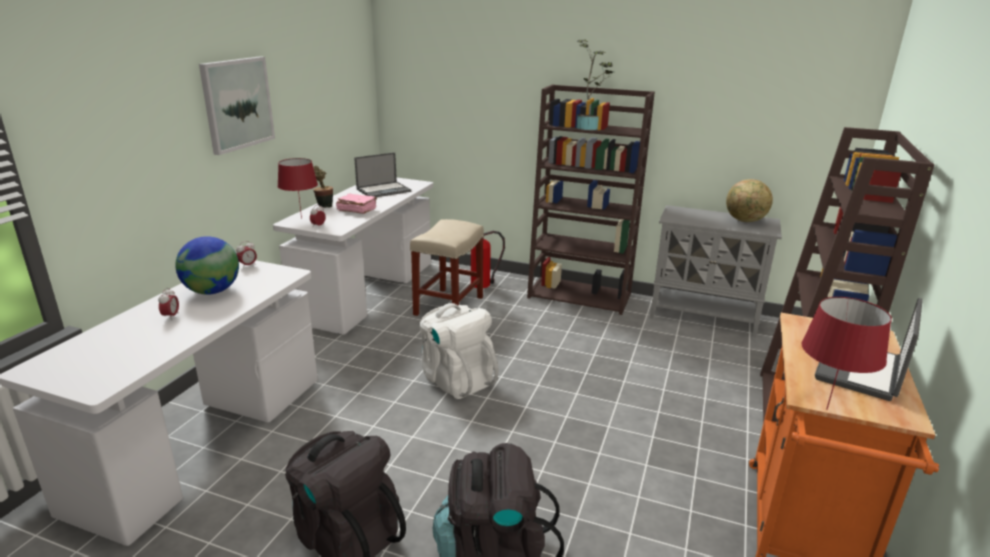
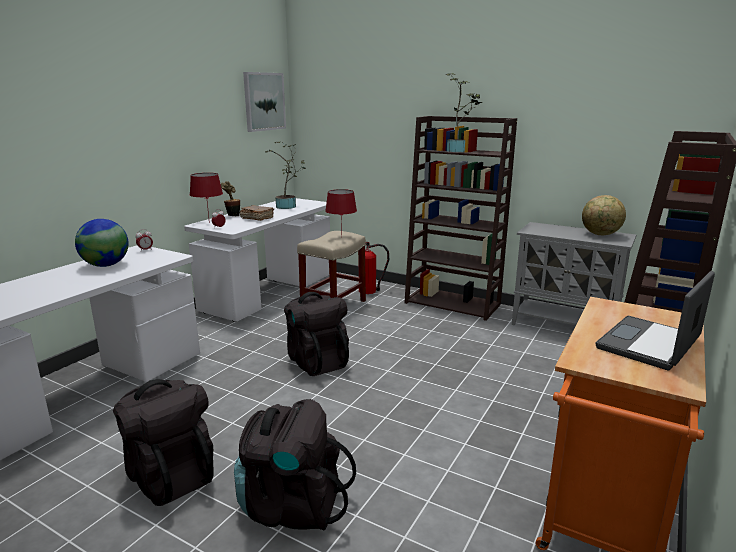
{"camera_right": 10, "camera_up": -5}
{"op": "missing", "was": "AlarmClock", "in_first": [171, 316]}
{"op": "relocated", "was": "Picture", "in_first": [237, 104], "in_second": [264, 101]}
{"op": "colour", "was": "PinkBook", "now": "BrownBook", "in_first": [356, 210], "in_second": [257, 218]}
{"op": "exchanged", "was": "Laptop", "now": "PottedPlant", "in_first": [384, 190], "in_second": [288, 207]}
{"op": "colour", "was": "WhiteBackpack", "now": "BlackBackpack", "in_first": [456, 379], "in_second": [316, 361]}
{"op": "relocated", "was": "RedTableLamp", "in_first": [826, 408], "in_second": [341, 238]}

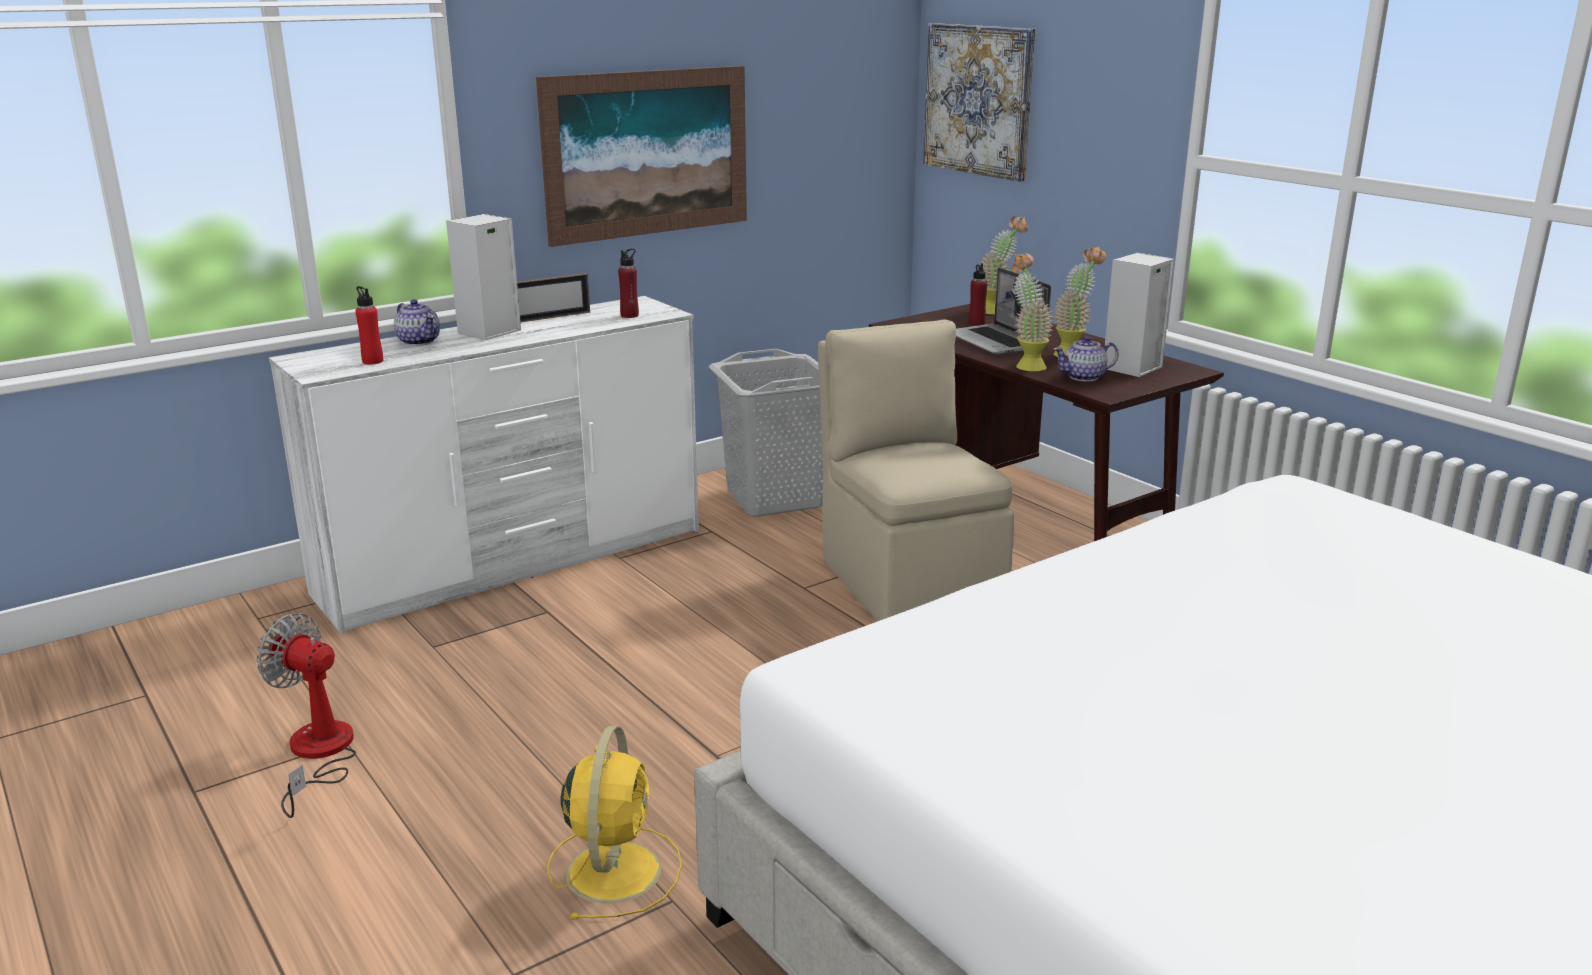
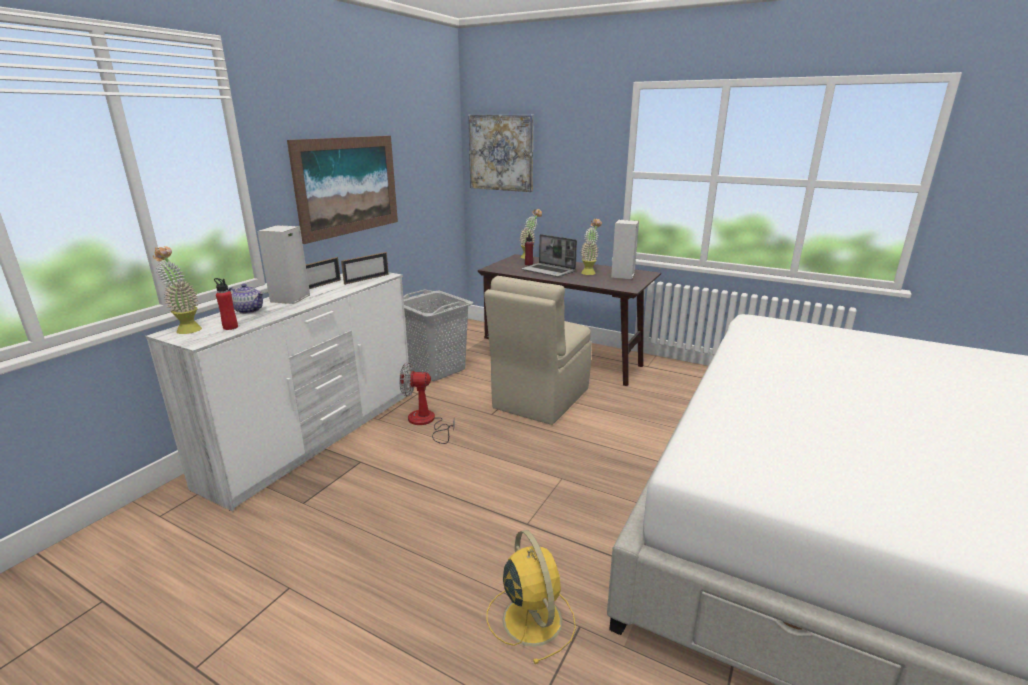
{"camera_right": -25, "camera_up": 0}
{"op": "relocated", "was": "Fan", "in_first": [318, 755], "in_second": [426, 422]}
{"op": "exchanged", "was": "RedBottle", "now": "PictureFrame", "in_first": [629, 315], "in_second": [366, 279]}
{"op": "spun", "was": "BeigeChair", "in_first": [909, 582], "in_second": [539, 399], "clockwise": -105}
{"op": "relocated", "was": "PottedPlant", "in_first": [1025, 365], "in_second": [185, 329]}
{"op": "missing", "was": "Teapot", "in_first": [1084, 377]}

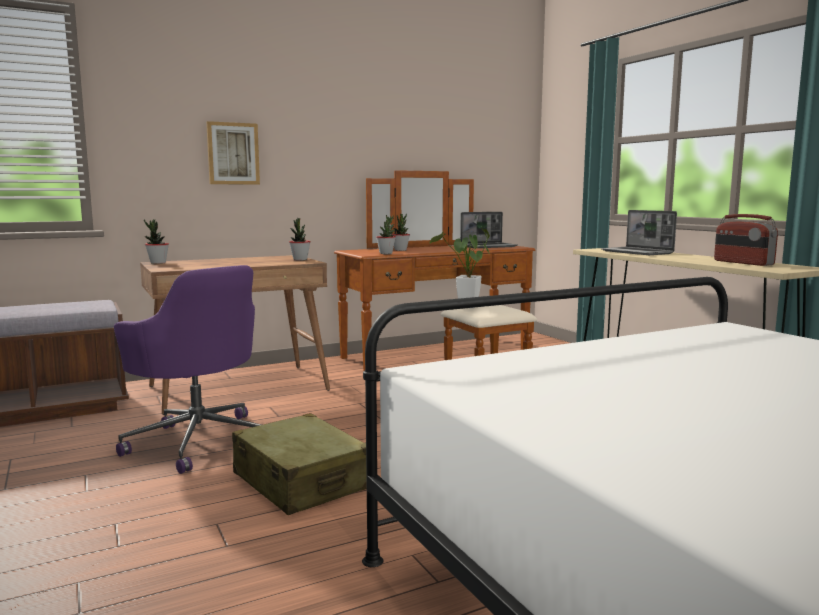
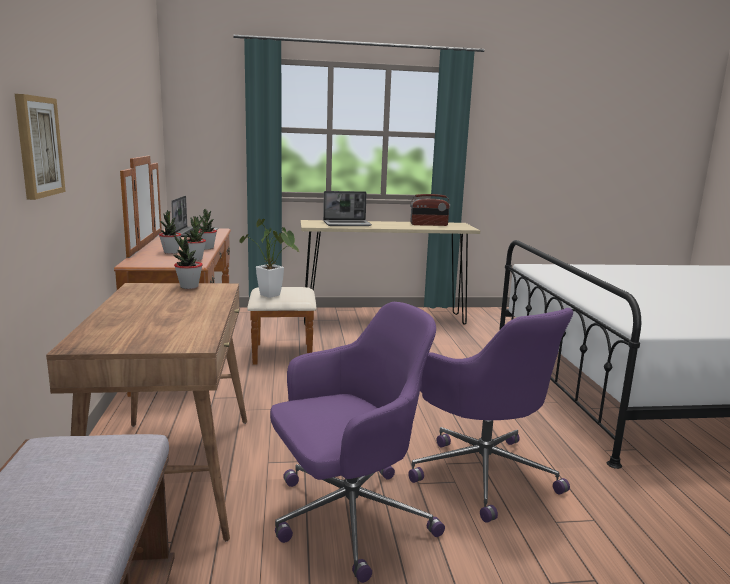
{"camera_right": -70, "camera_up": 5}
{"op": "relocated", "was": "PottedPlant", "in_first": [158, 263], "in_second": [207, 248]}
{"op": "exchanged", "was": "BeigeSuitcase", "now": "PurpleOfficeChair", "in_first": [301, 482], "in_second": [482, 472]}

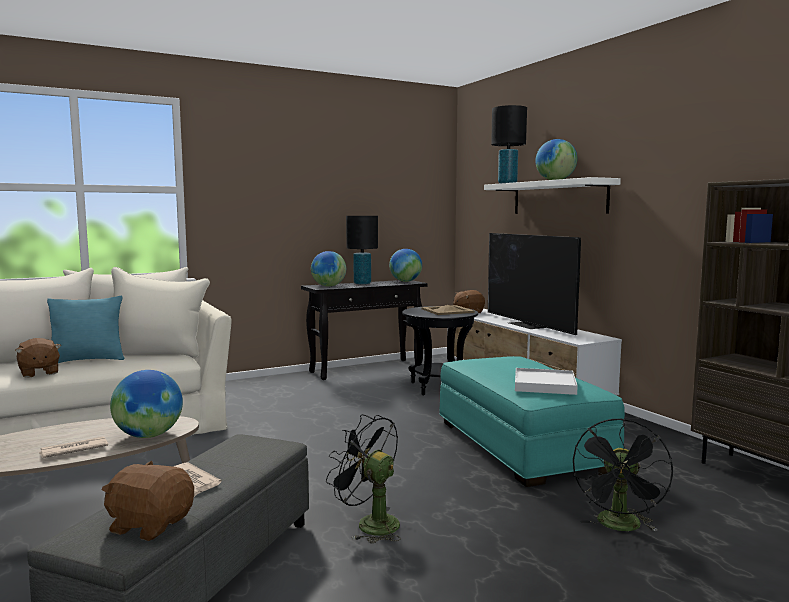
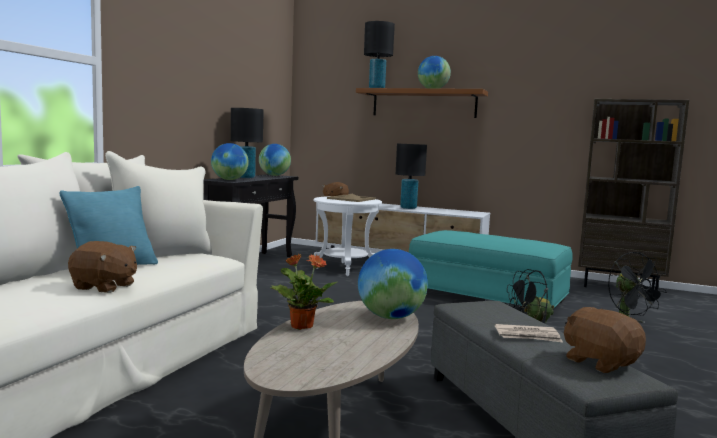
{"camera_right": -40, "camera_up": 0}
{"op": "missing", "was": "Newspaper", "in_first": [73, 450]}
{"op": "spun", "was": "BrownPlushToy", "in_first": [150, 525], "in_second": [600, 362], "clockwise": 75}
{"op": "colour", "was": "BlackSideTable", "now": "WhiteSideTable", "in_first": [439, 387], "in_second": [345, 269]}
{"op": "colour", "was": "WhiteShelf", "now": "BrownShelf", "in_first": [558, 197], "in_second": [424, 103]}
{"op": "exchanged", "was": "Television", "now": "BlackTableLamp", "in_first": [528, 325], "in_second": [408, 208]}
{"op": "missing", "was": "WhiteTray", "in_first": [544, 385]}
{"op": "appeared", "now": "PottedPlant", "in_second": [301, 326]}

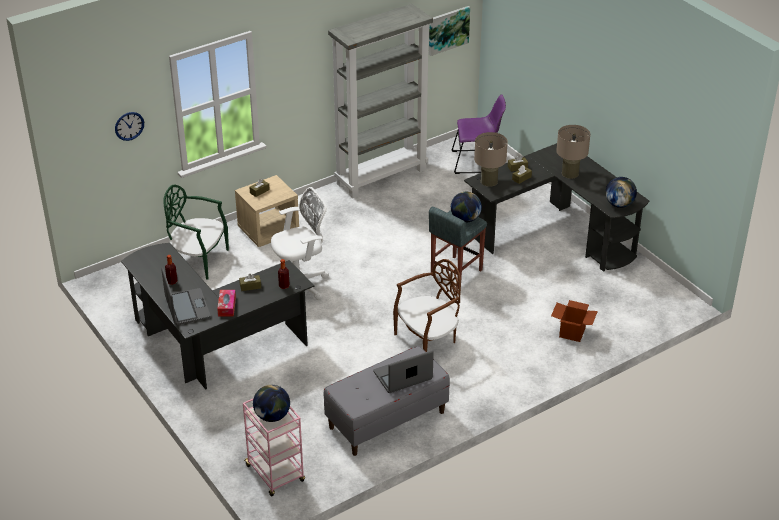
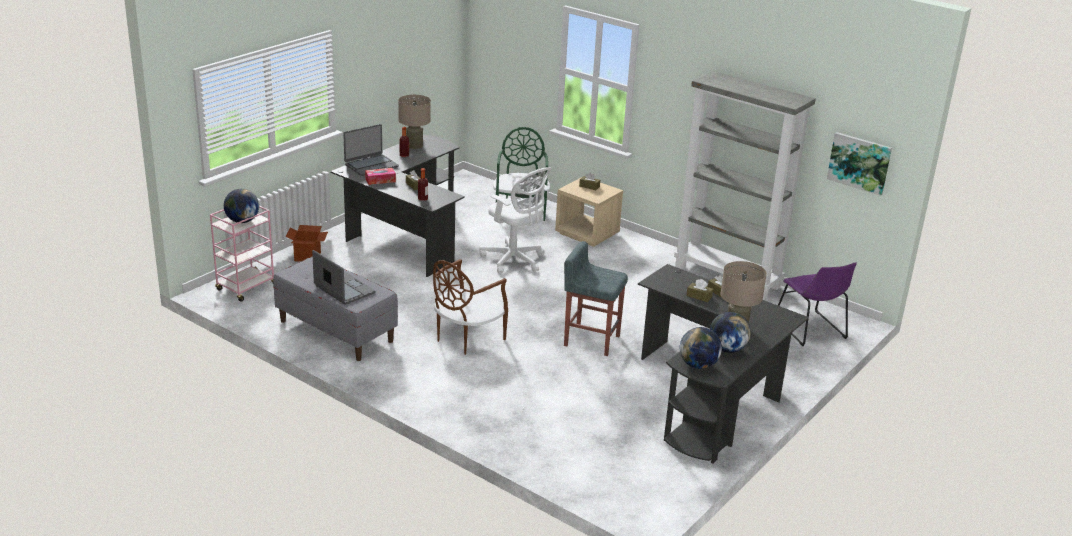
{"camera_right": 70, "camera_up": -10}
{"op": "missing", "was": "WallClock", "in_first": [129, 126]}
{"op": "spun", "was": "BrownChair", "in_first": [428, 341], "in_second": [466, 338], "clockwise": 90}
{"op": "relocated", "was": "Globe", "in_first": [465, 219], "in_second": [727, 349]}
{"op": "relocated", "was": "BeigeTableLamp", "in_first": [489, 181], "in_second": [414, 145]}
{"op": "relocated", "was": "CardboardBox", "in_first": [572, 332], "in_second": [307, 257]}

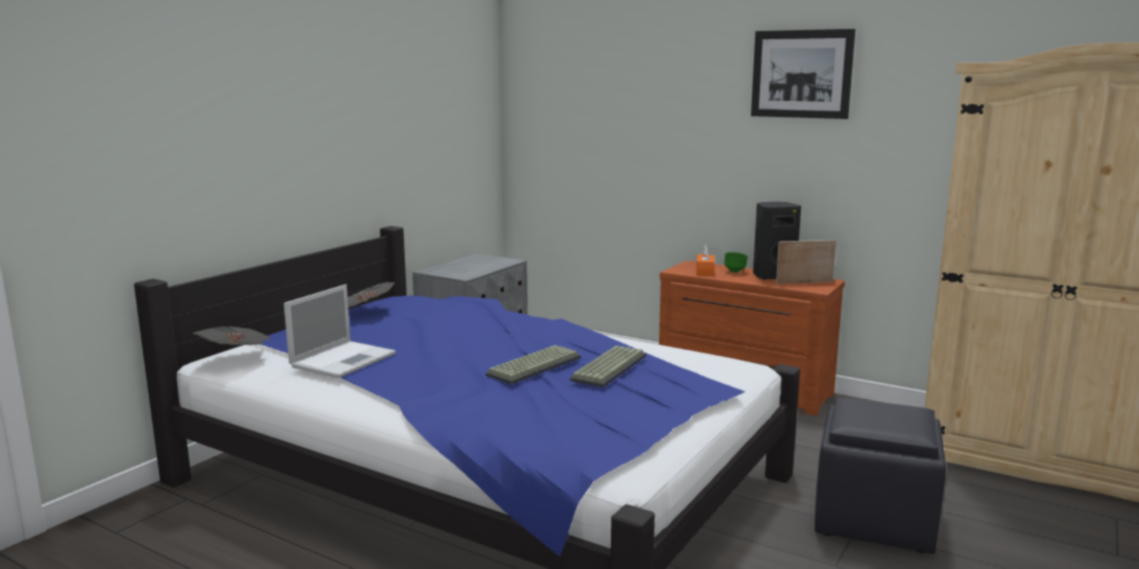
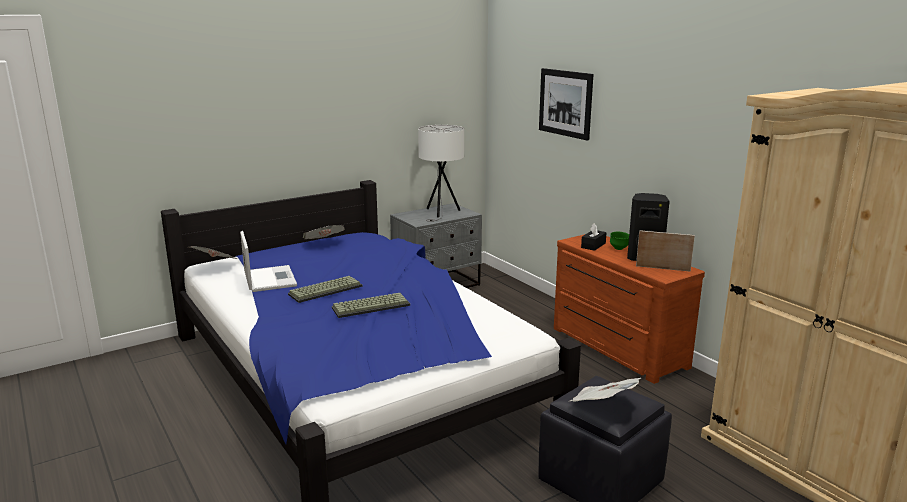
{"camera_right": 25, "camera_up": 5}
{"op": "spun", "was": "Laptop", "in_first": [344, 359], "in_second": [269, 279], "clockwise": -75}
{"op": "relocated", "was": "Keyboard", "in_first": [608, 367], "in_second": [325, 290]}
{"op": "colour", "was": "OrangeTissueBox", "now": "BlackTissueBox", "in_first": [705, 272], "in_second": [593, 245]}
{"op": "relocated", "was": "Picture", "in_first": [801, 74], "in_second": [565, 103]}
{"op": "appeared", "now": "WhiteTableLamp", "in_second": [440, 213]}
{"op": "appeared", "now": "Newspaper", "in_second": [602, 406]}

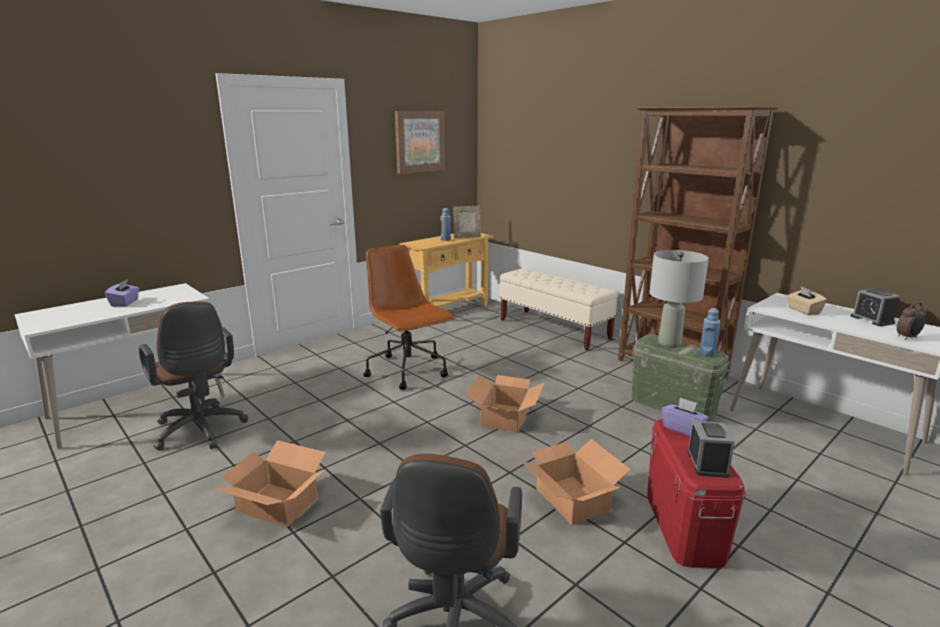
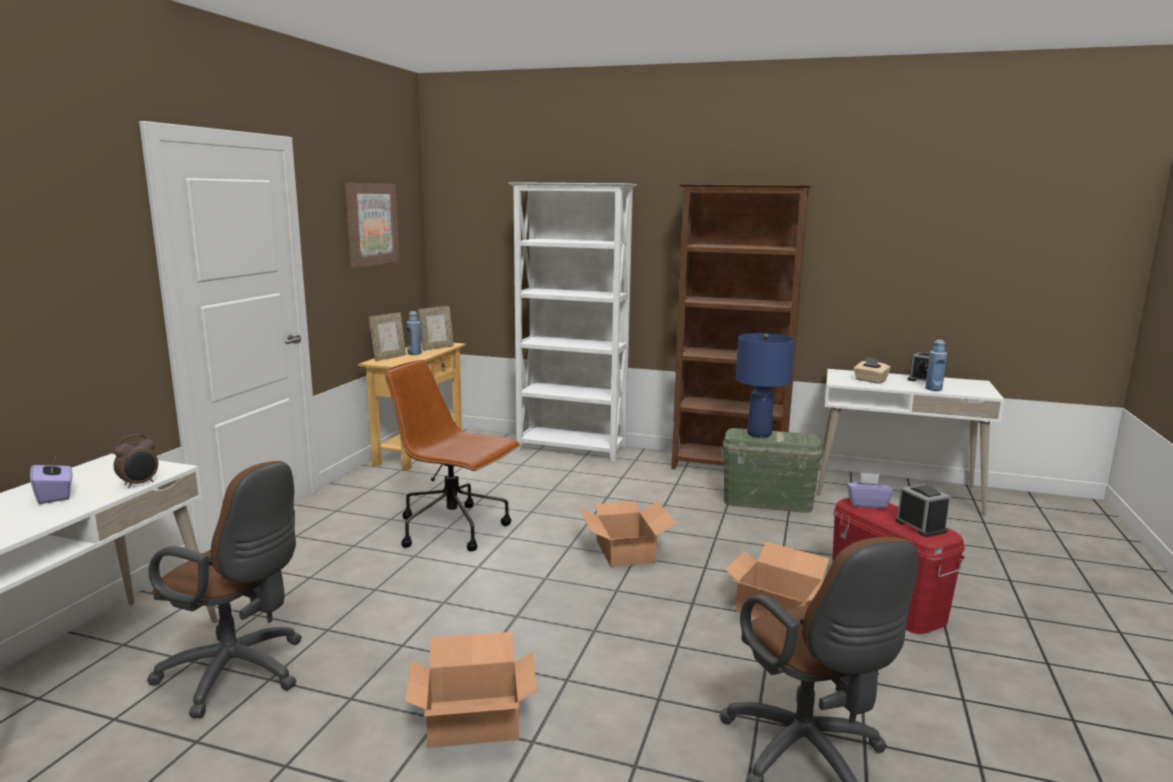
{"camera_right": -30, "camera_up": -5}
{"op": "exchanged", "was": "BeigeBench", "now": "WhiteBookcase", "in_first": [554, 329], "in_second": [572, 450]}
{"op": "colour", "was": "GreyTableLamp", "now": "BlueTableLamp", "in_first": [669, 344], "in_second": [759, 434]}
{"op": "relocated", "was": "BlueBottle", "in_first": [707, 353], "in_second": [933, 389]}
{"op": "relocated", "was": "AlarmClock", "in_first": [907, 337], "in_second": [139, 484]}
{"op": "appeared", "now": "PictureFrame", "in_second": [389, 357]}

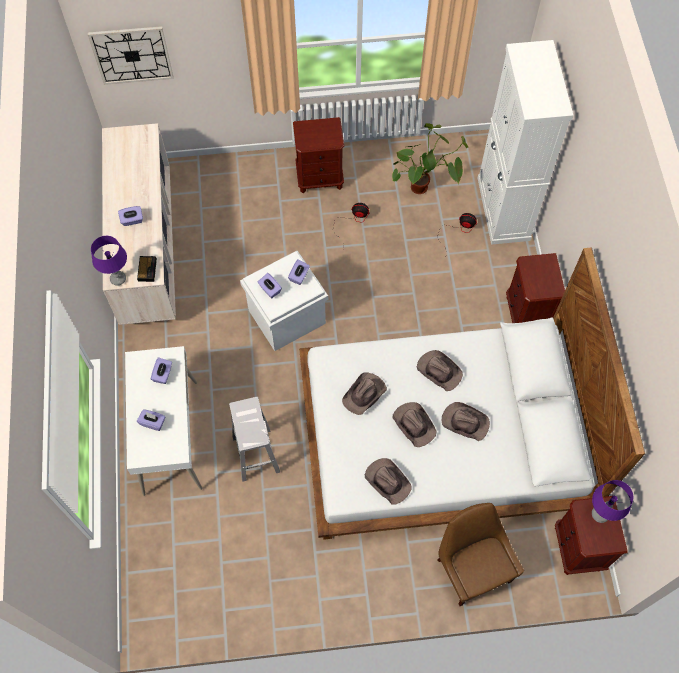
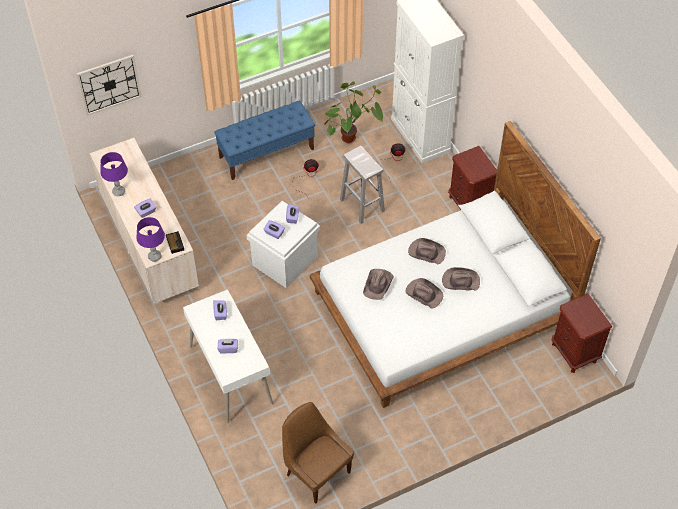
{"camera_right": -20, "camera_up": -10}
{"op": "relocated", "was": "WhiteStool", "in_first": [256, 455], "in_second": [362, 205]}
{"op": "exchanged", "was": "BrownNightstand", "now": "BlueBench", "in_first": [320, 178], "in_second": [266, 153]}
{"op": "missing", "was": "BrownHat", "in_first": [387, 481]}
{"op": "relocated", "was": "BrownChair", "in_first": [472, 568], "in_second": [316, 472]}
{"op": "relocated", "was": "PurpleTableLamp", "in_first": [600, 514], "in_second": [118, 191]}

